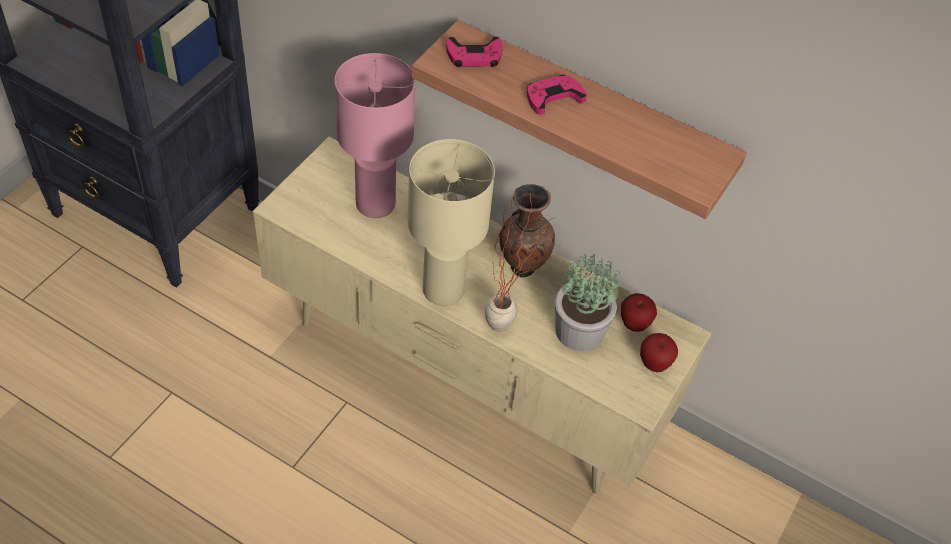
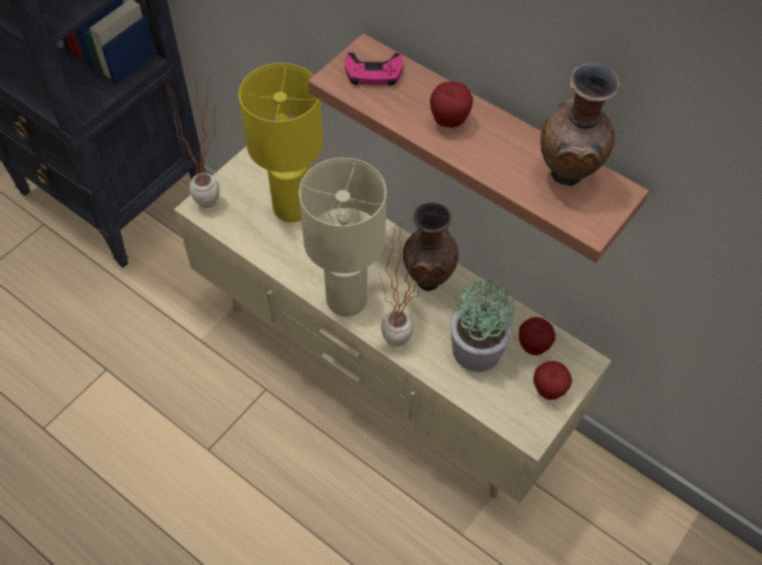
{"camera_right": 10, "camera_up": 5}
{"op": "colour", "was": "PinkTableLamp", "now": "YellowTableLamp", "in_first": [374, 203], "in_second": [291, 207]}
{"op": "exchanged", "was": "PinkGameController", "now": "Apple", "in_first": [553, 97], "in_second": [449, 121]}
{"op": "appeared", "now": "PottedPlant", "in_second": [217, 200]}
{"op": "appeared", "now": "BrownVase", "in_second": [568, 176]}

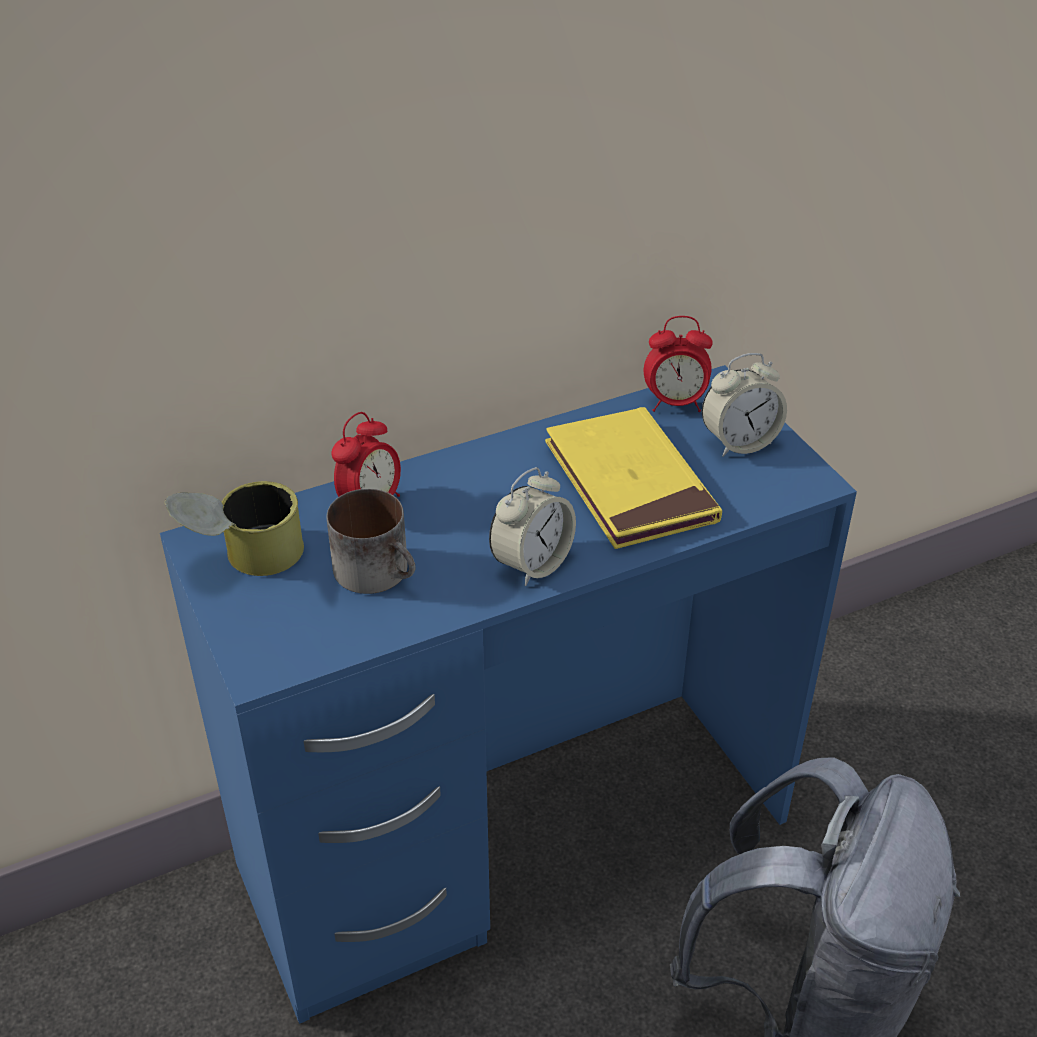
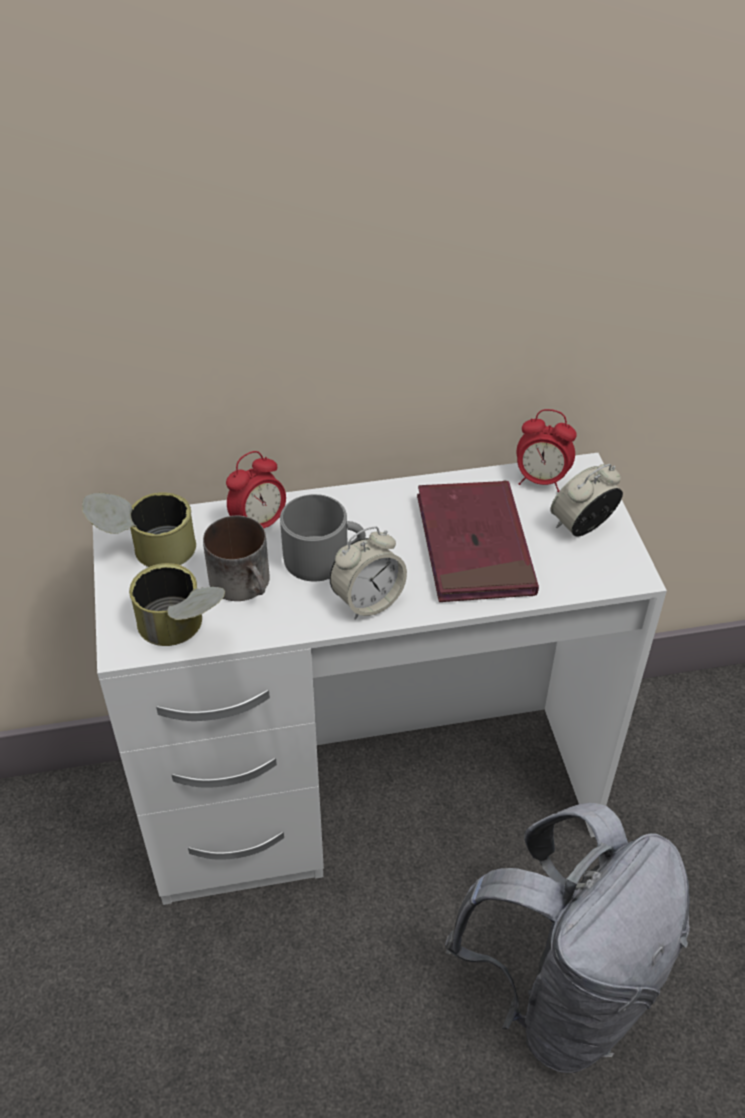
{"camera_right": 15, "camera_up": 5}
{"op": "colour", "was": "BlueDesk", "now": "WhiteDesk", "in_first": [515, 840], "in_second": [370, 799]}
{"op": "colour", "was": "YellowBook", "now": "RedBook", "in_first": [630, 484], "in_second": [474, 546]}
{"op": "spun", "was": "AlarmClock", "in_first": [739, 442], "in_second": [582, 526], "clockwise": 150}
{"op": "appeared", "now": "Can", "in_second": [183, 631]}
{"op": "appeared", "now": "GreyMug", "in_second": [324, 557]}

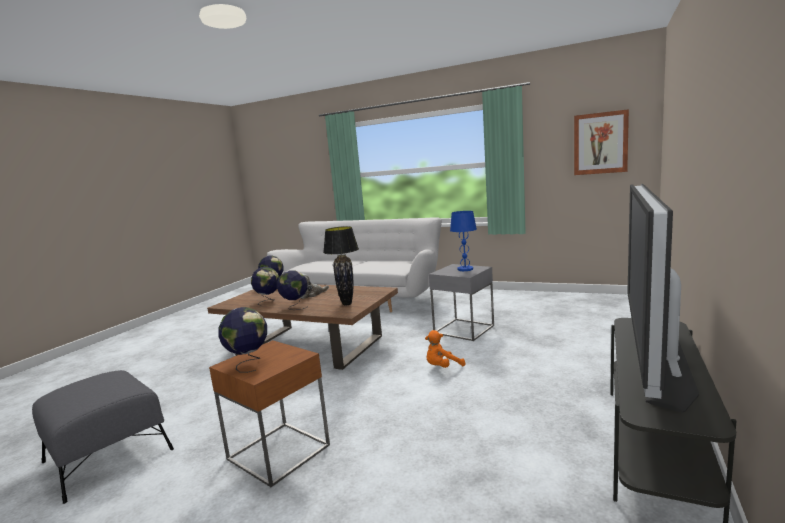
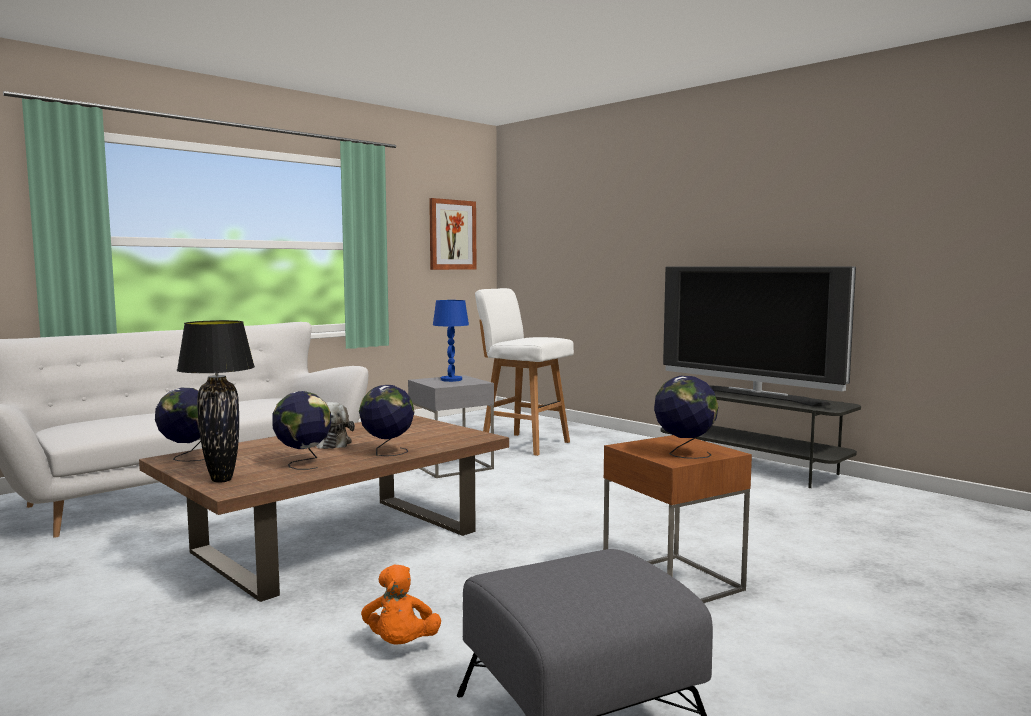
{"camera_right": -70, "camera_up": -5}
{"op": "relocated", "was": "BlackTableLamp", "in_first": [347, 304], "in_second": [222, 480]}
{"op": "relocated", "was": "OrangePlushToy", "in_first": [442, 367], "in_second": [400, 645]}
{"op": "appeared", "now": "WhiteStool", "in_second": [523, 444]}

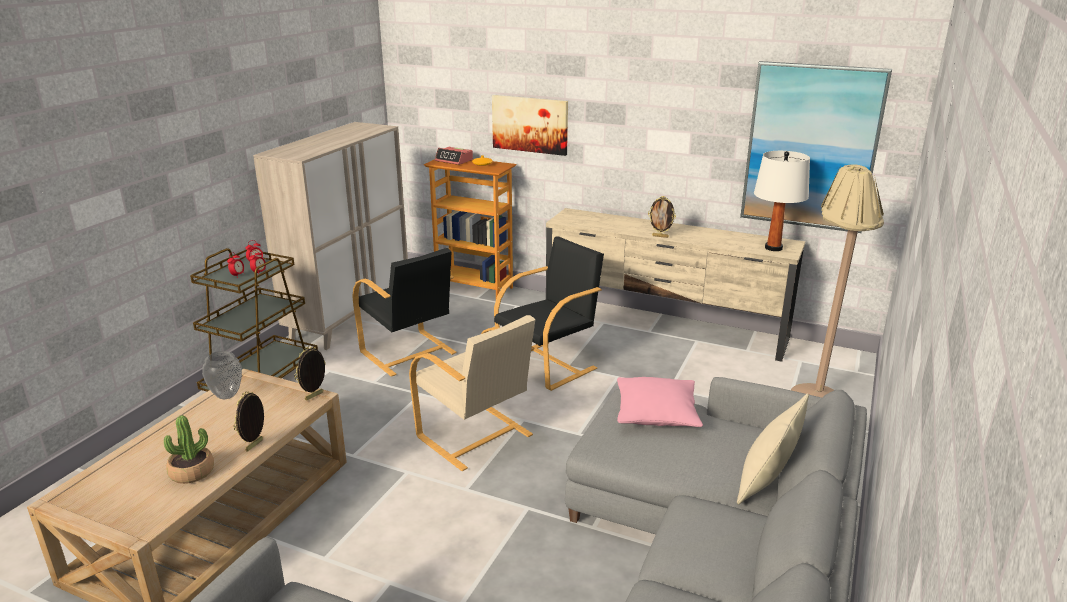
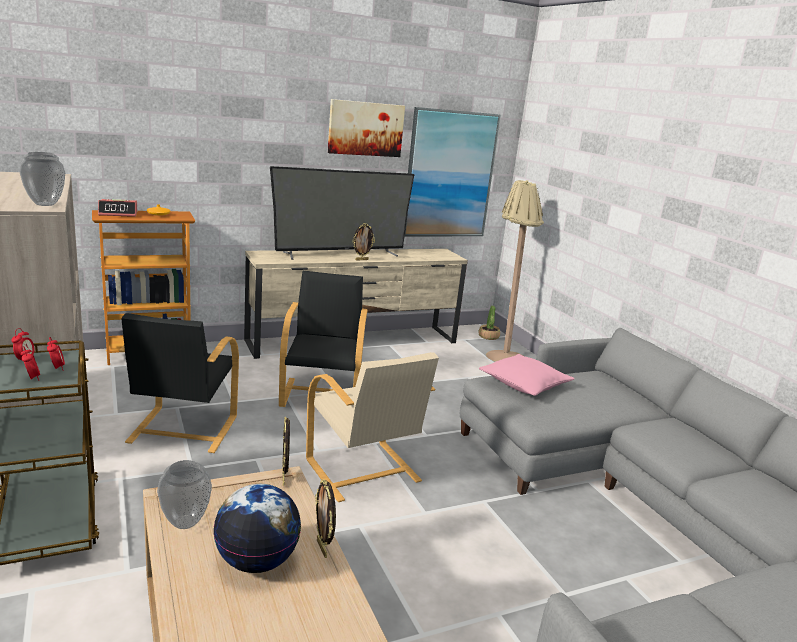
{"camera_right": -50, "camera_up": -5}
{"op": "relocated", "was": "PottedPlant", "in_first": [192, 472], "in_second": [488, 336]}
{"op": "spun", "was": "BlackArmchair", "in_first": [408, 353], "in_second": [182, 430], "clockwise": 90}
{"op": "spun", "was": "BeigeArmchair", "in_first": [475, 437], "in_second": [363, 471], "clockwise": 60}
{"op": "relocated", "was": "Picture", "in_first": [530, 124], "in_second": [365, 128]}
{"op": "missing", "was": "BeigePillow", "in_first": [766, 484]}
{"op": "missing", "was": "WhiteTableLamp", "in_first": [773, 248]}
{"op": "appeared", "now": "Vase", "in_second": [45, 204]}
{"op": "appeared", "now": "Globe", "in_second": [257, 561]}
{"op": "appeared", "now": "Television", "in_second": [340, 254]}

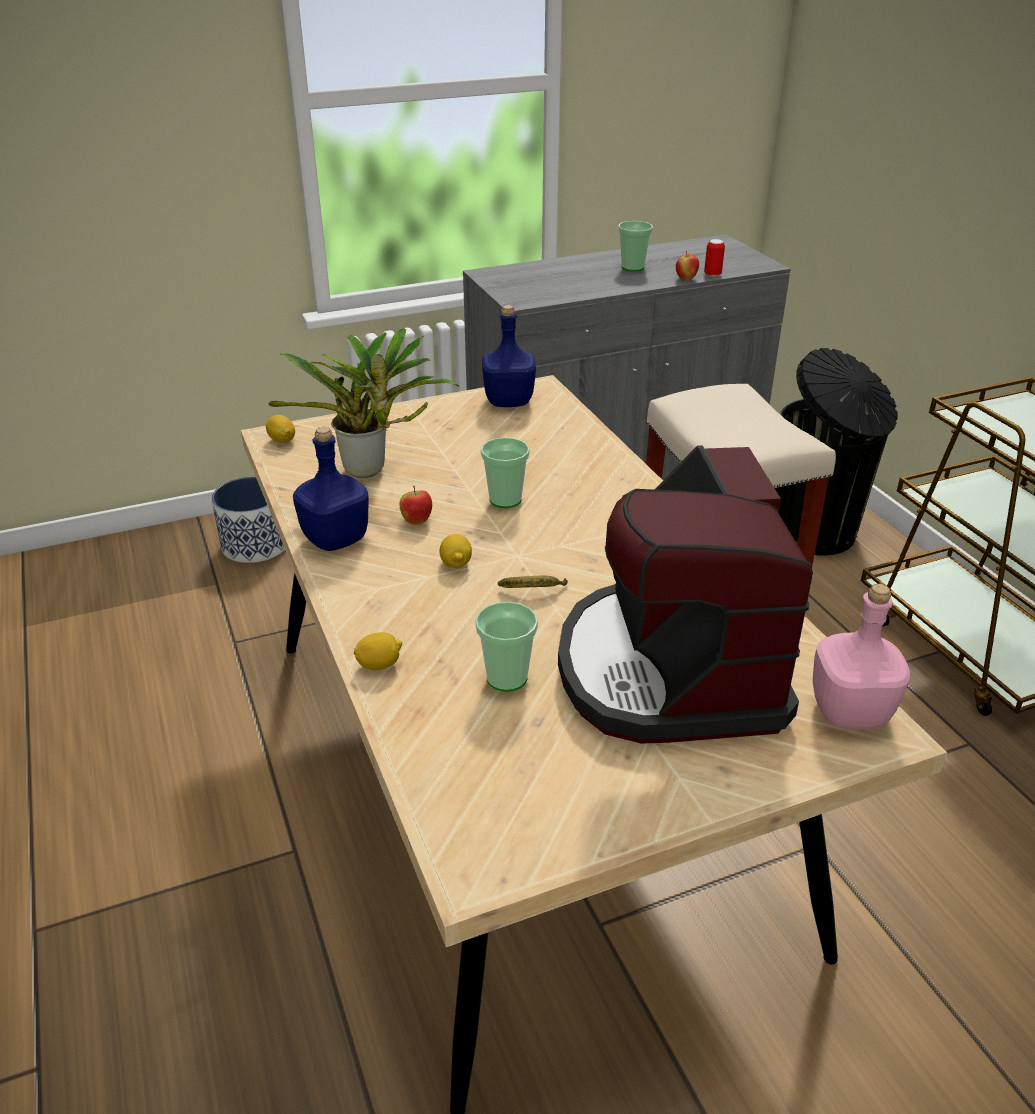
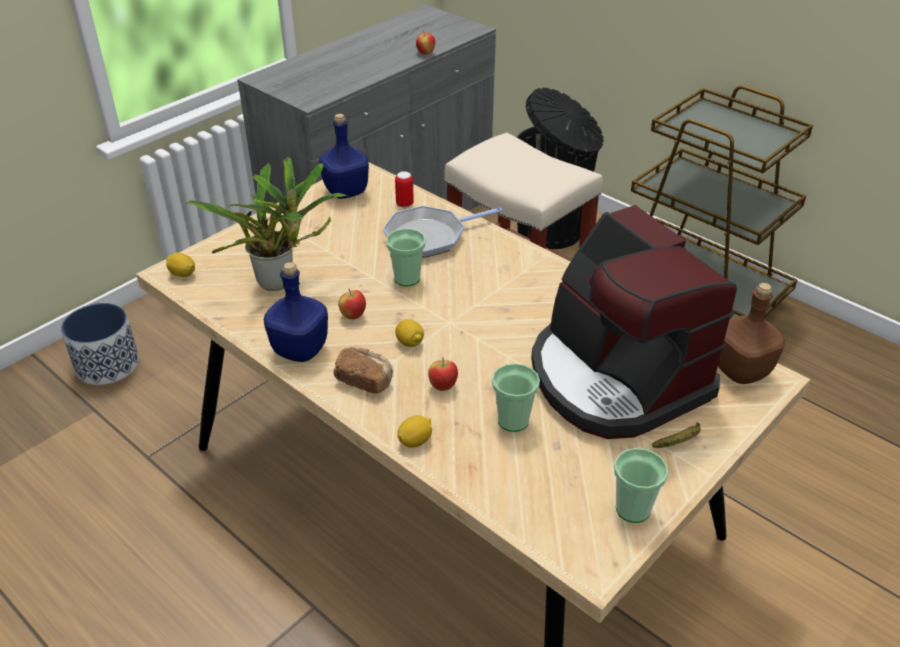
{"camera_right": -25, "camera_up": 5}
{"op": "relocated", "was": "Banana", "in_first": [534, 591], "in_second": [680, 442]}
{"op": "relocated", "was": "Cup", "in_first": [632, 267], "in_second": [633, 509]}
{"op": "relocated", "was": "Can", "in_first": [712, 274], "in_second": [404, 204]}
{"op": "colour", "was": "PinkBottle", "now": "BrownBottle", "in_first": [848, 712], "in_second": [740, 371]}
{"op": "appeared", "now": "Bread", "in_second": [364, 380]}
{"op": "appeared", "now": "FryingPan", "in_second": [429, 236]}
{"op": "appeared", "now": "Apple", "in_second": [443, 386]}

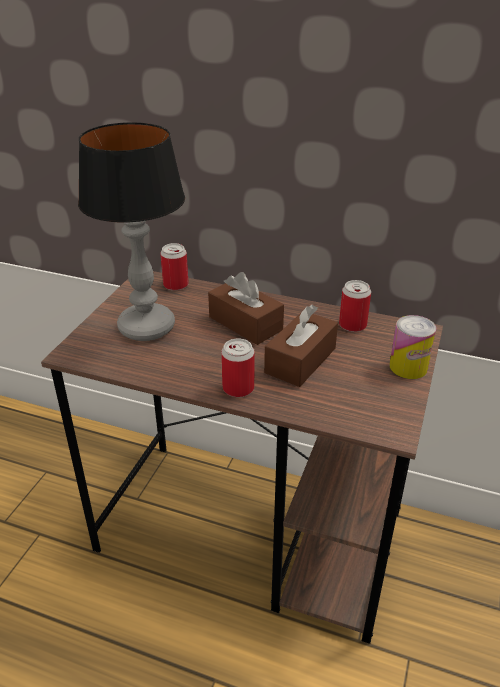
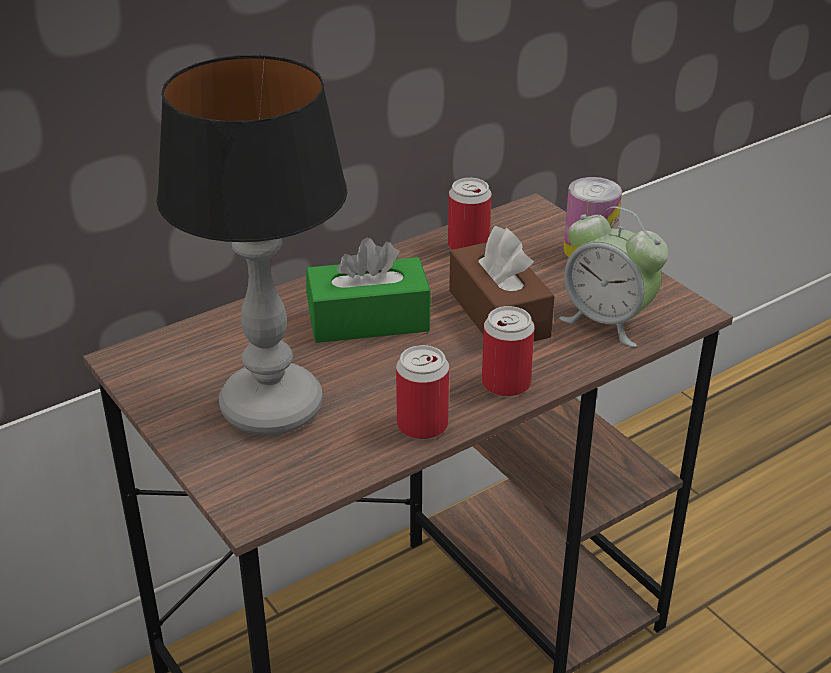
{"camera_right": -55, "camera_up": 0}
{"op": "relocated", "was": "Can", "in_first": [176, 285], "in_second": [422, 425]}
{"op": "colour", "was": "BrownTissueBox", "now": "GreenTissueBox", "in_first": [245, 323], "in_second": [368, 320]}
{"op": "appeared", "now": "AlarmClock", "in_second": [607, 321]}

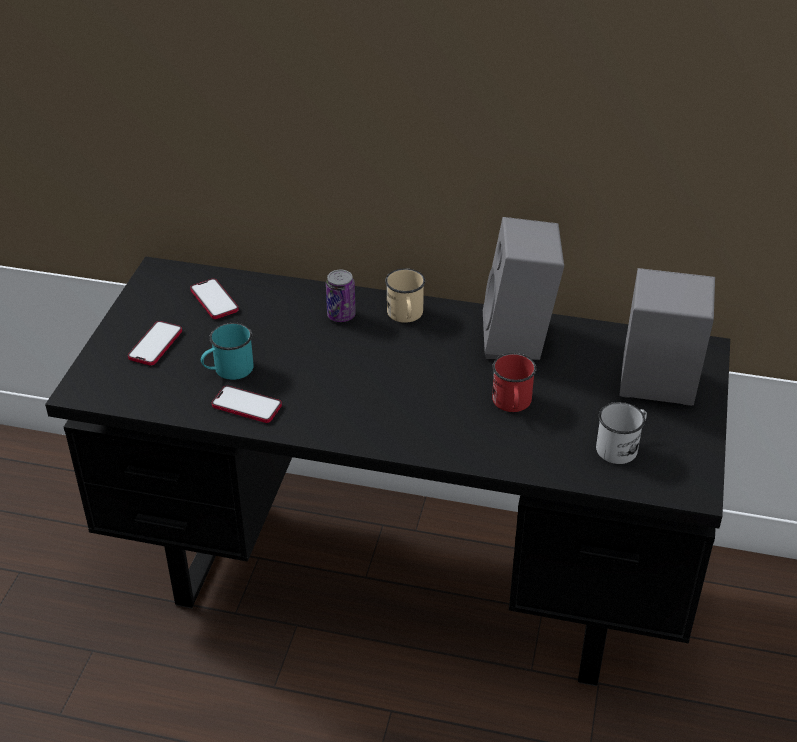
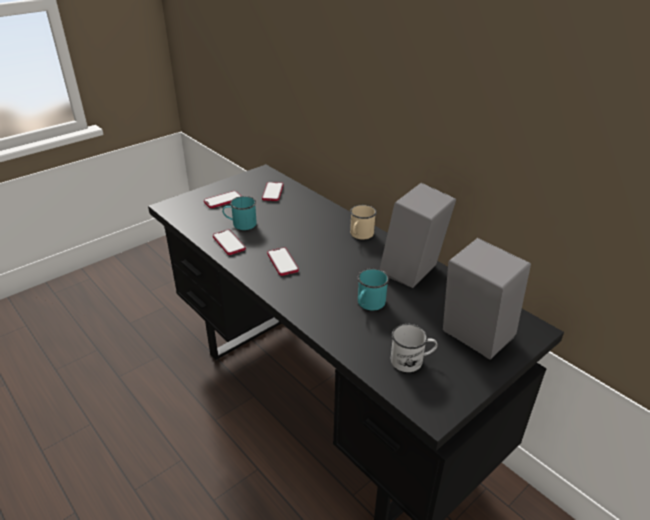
{"camera_right": 35, "camera_up": -5}
{"op": "missing", "was": "Can", "in_first": [341, 315]}
{"op": "colour", "was": "RedMug", "now": "TurquoiseMug", "in_first": [512, 404], "in_second": [369, 304]}
{"op": "appeared", "now": "Phone", "in_second": [282, 262]}

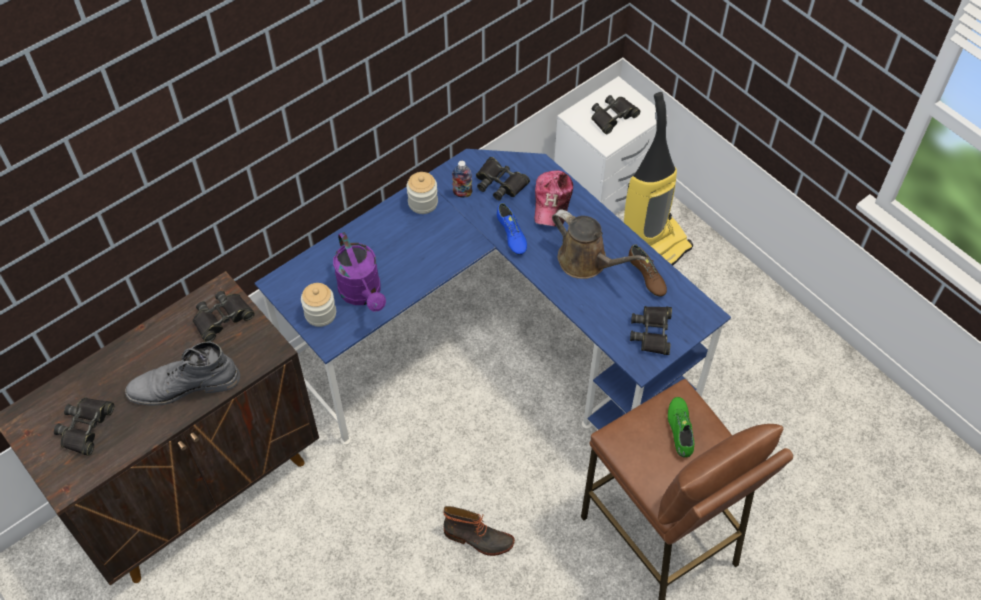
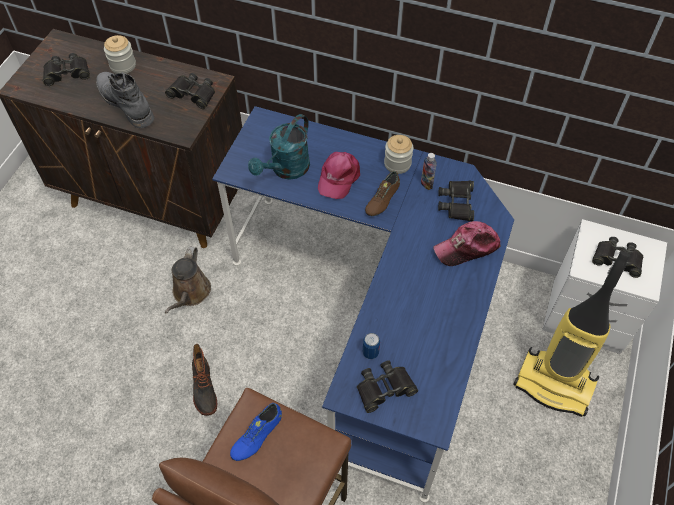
{"camera_right": 60, "camera_up": 0}
{"op": "relocated", "was": "Jar", "in_first": [320, 314], "in_second": [123, 65]}
{"op": "colour", "was": "PurpleWateringCan", "now": "TurquoiseWateringCan", "in_first": [363, 294], "in_second": [286, 170]}
{"op": "relocated", "was": "BlueShoe", "in_first": [511, 235], "in_second": [257, 436]}
{"op": "relocated", "was": "BrownWateringCan", "in_first": [586, 261], "in_second": [190, 293]}
{"op": "relocated", "was": "BrownShoe", "in_first": [646, 276], "in_second": [382, 200]}
{"op": "missing", "was": "GreenShoe", "in_first": [680, 430]}
{"op": "appeared", "now": "PinkCap", "in_second": [338, 177]}
{"op": "appeared", "now": "Can", "in_second": [370, 352]}

